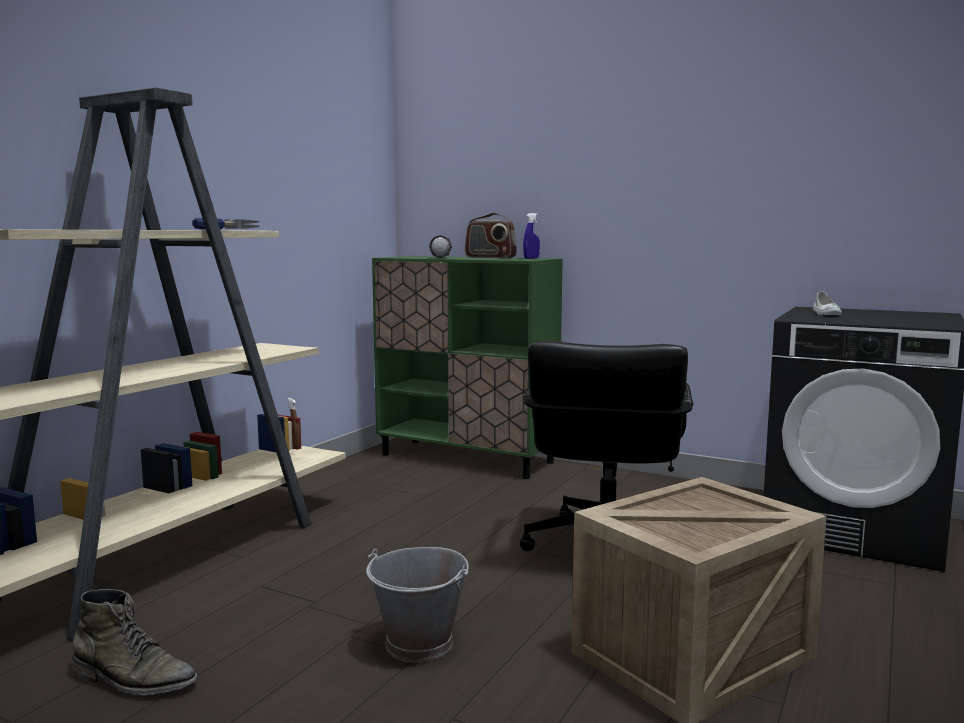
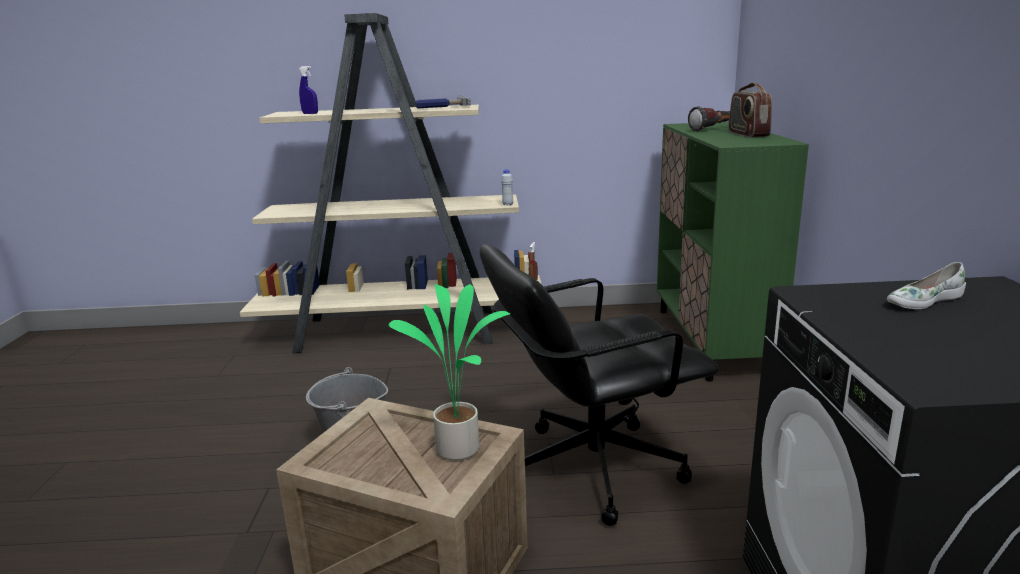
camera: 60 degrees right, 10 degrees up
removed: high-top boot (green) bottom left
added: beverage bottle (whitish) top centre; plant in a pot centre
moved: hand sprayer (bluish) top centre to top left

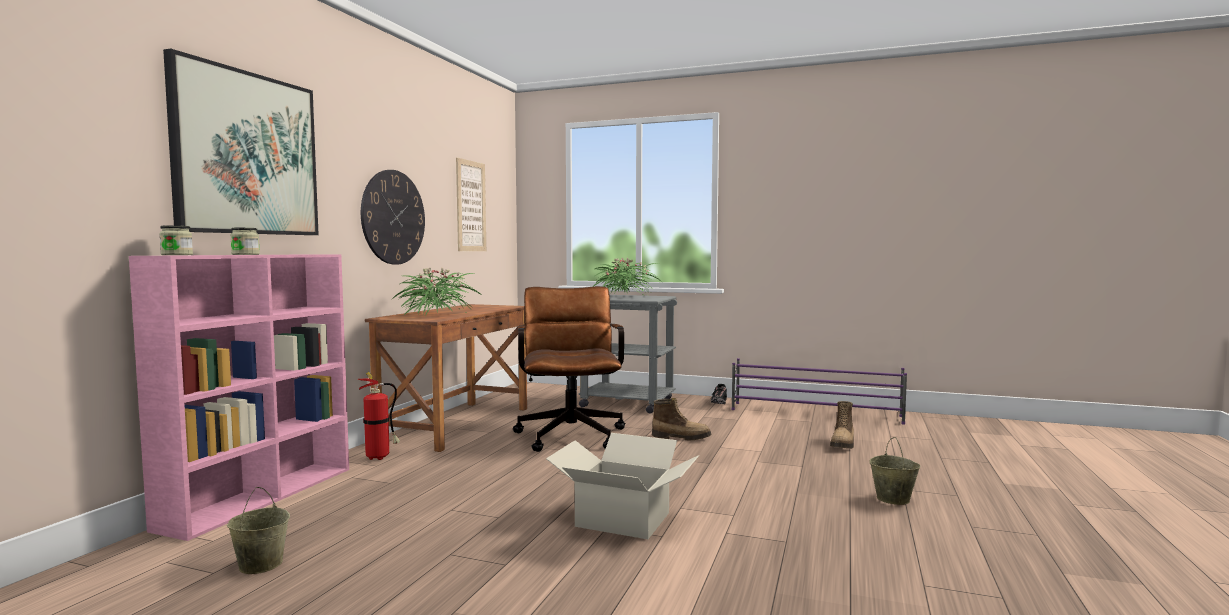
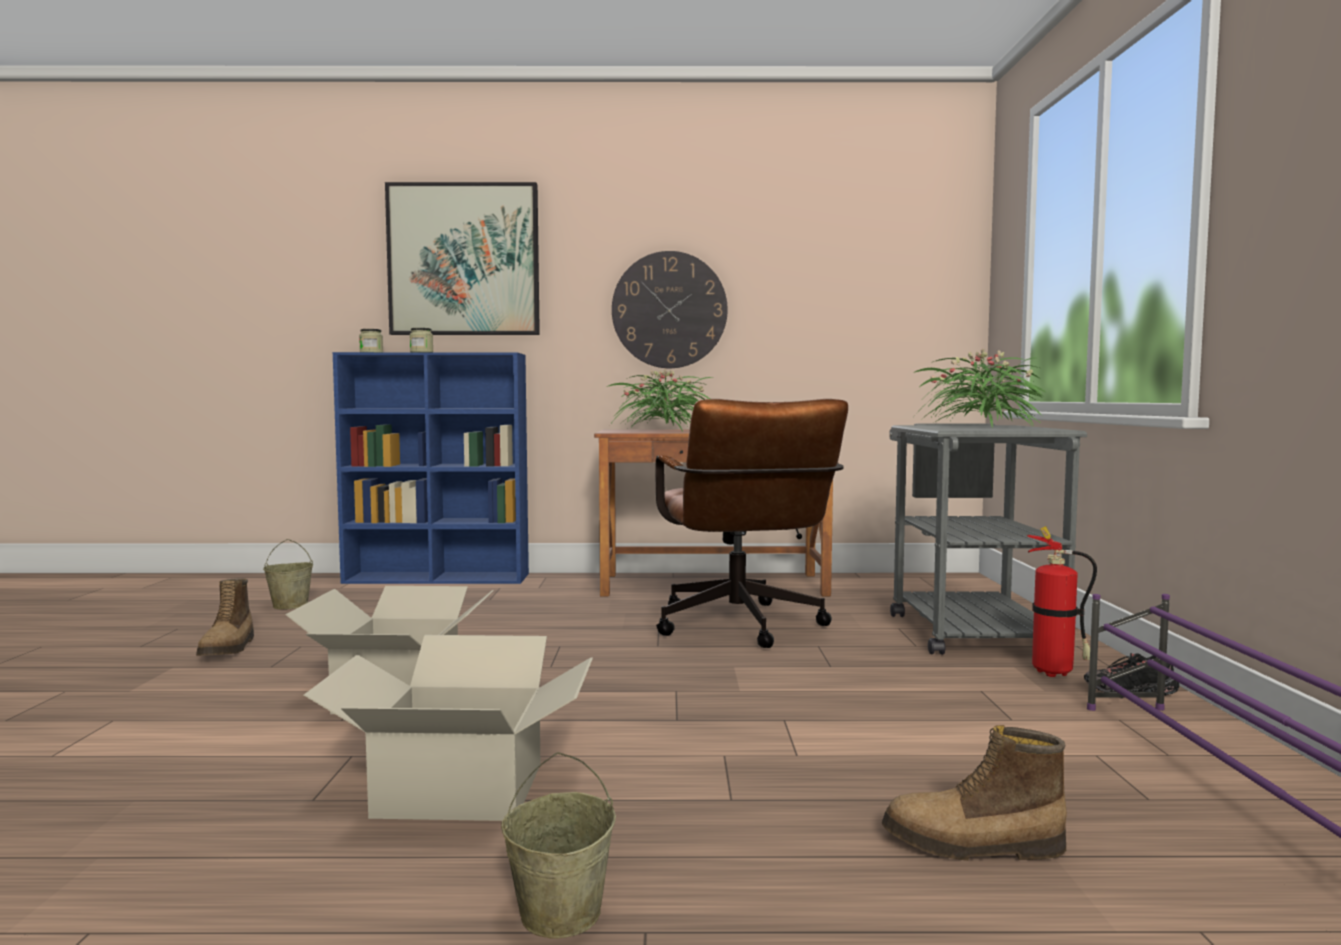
camera: 70 degrees right, 0 degrees up
removed: wall art (2nd from left) top centre
added: cardboard box (2nd from left) bottom centre
moved: extinguisher bottom left to middle right; high-top boot (1st from left) bottom centre to middle left
recoloured: bookshelf (pink-coloured) middle left to bookshelf (bluish) middle left
turned: office chair (brownish) centre = centre 105 degrees clockwise

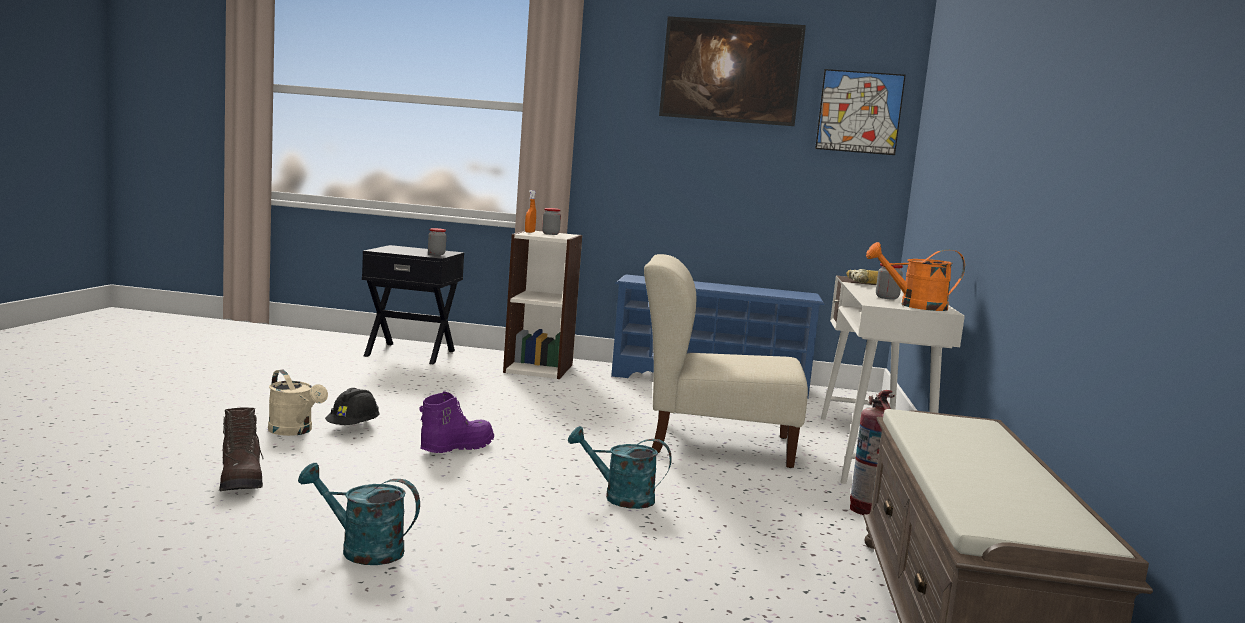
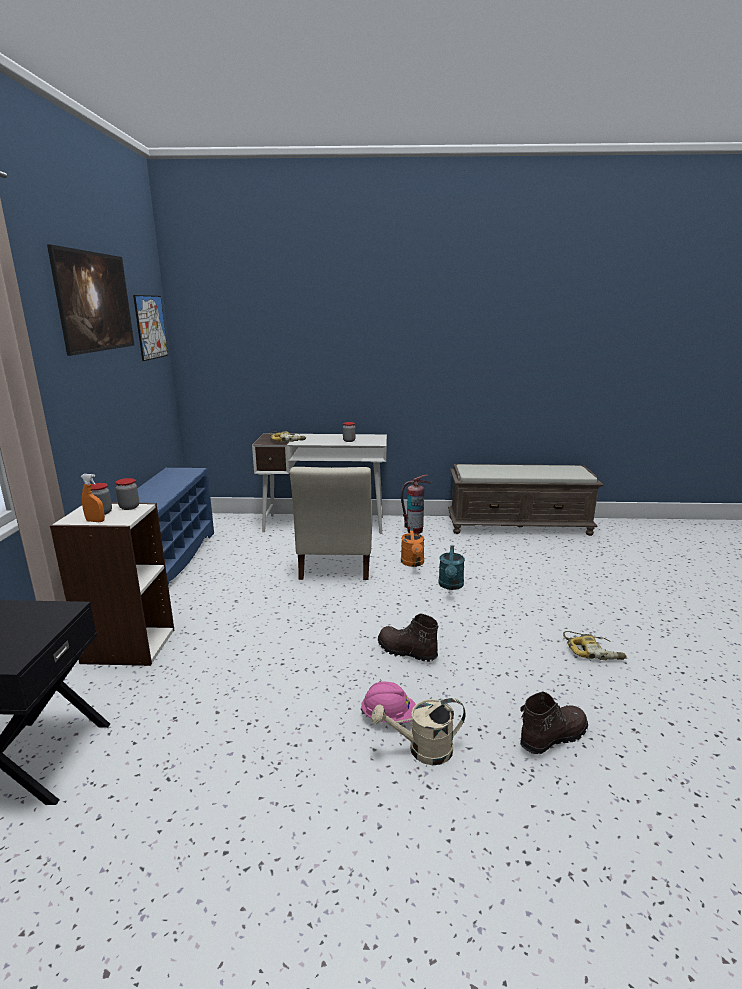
camera: 95 degrees left, 10 degrees up
moved: jar (1st from left in the first image) centre to jar (2nd from left) middle left; watering pot (orangey) middle right to centre
replaced: watering pot (blue-green) (1st from left) bottom left to electric drill (2nd from left) middle right
recoloured: safety helmet (black-coloured) middle left to safety helmet (pink-coloured) bottom centre; high-top boot (purple) bottom centre to high-top boot (brownish) (1st from left) centre
turned: watering pot (beige) middle left = bottom centre 135 degrees counterclockwise

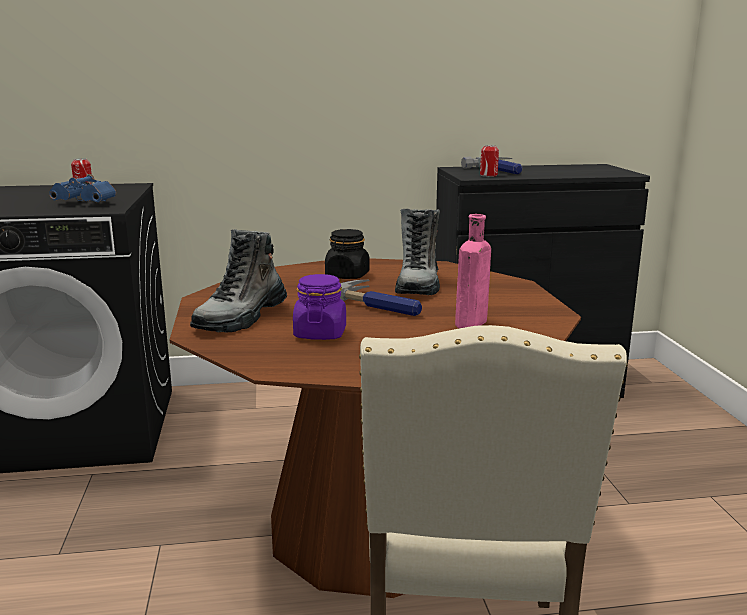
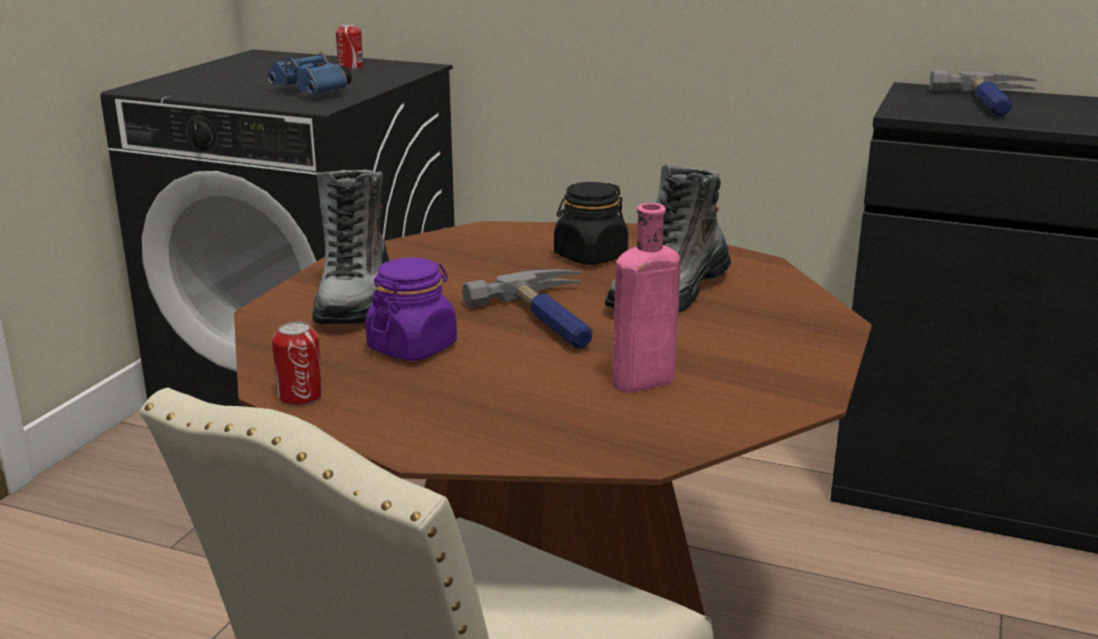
camera: 30 degrees right, 5 degrees up
moved: sealed can (2nd from left in the first image) top centre to sealed can (1st from left) middle left
turned: high-top boot (1st from left) middle left = middle left 60 degrees counterclockwise

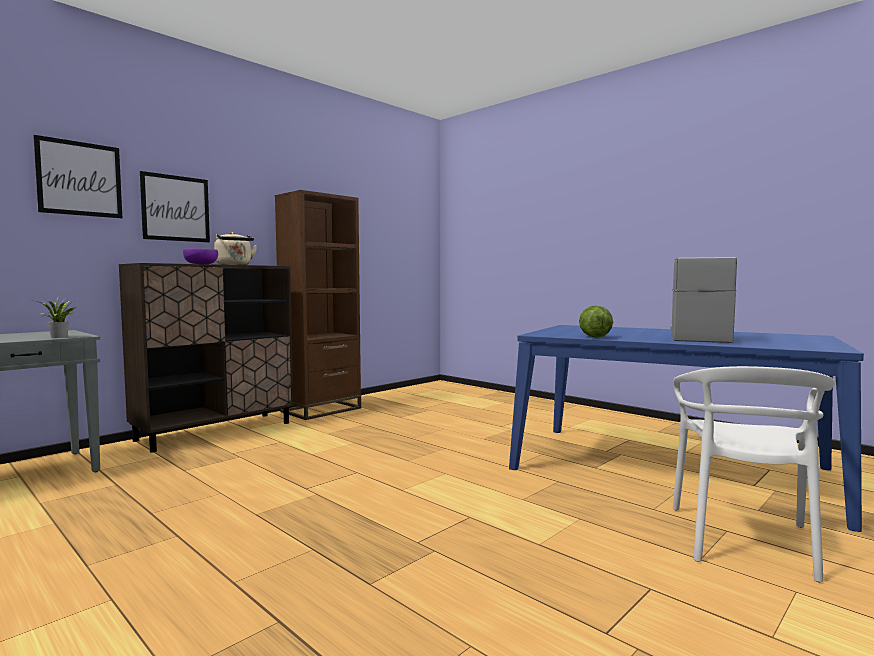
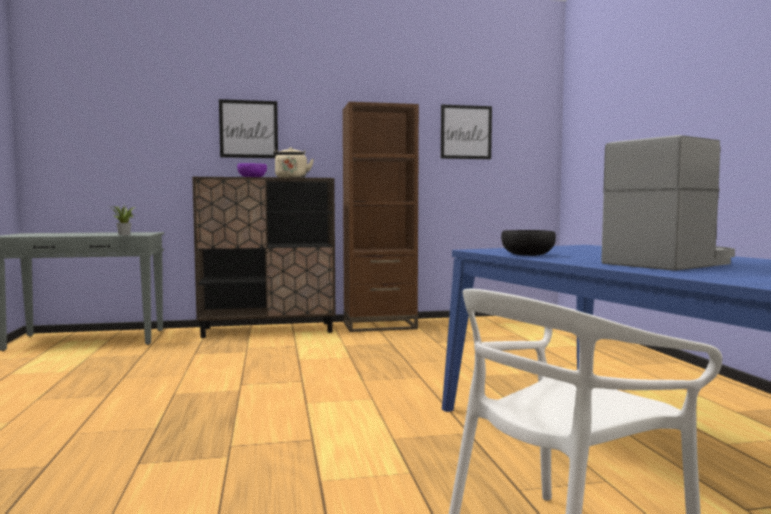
camera: 35 degrees right, 0 degrees up
moved: wall art (1st from left in the first image) top left to wall art (2nd from left) top centre
replaced: lettuce middle right to deep dish (black-coloured) middle right

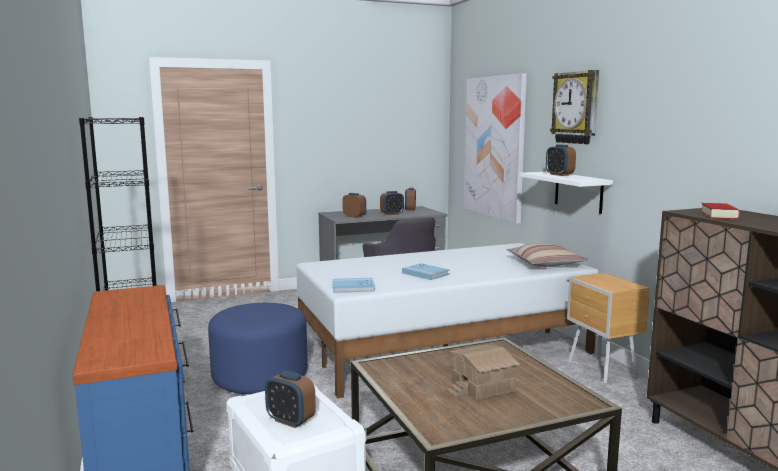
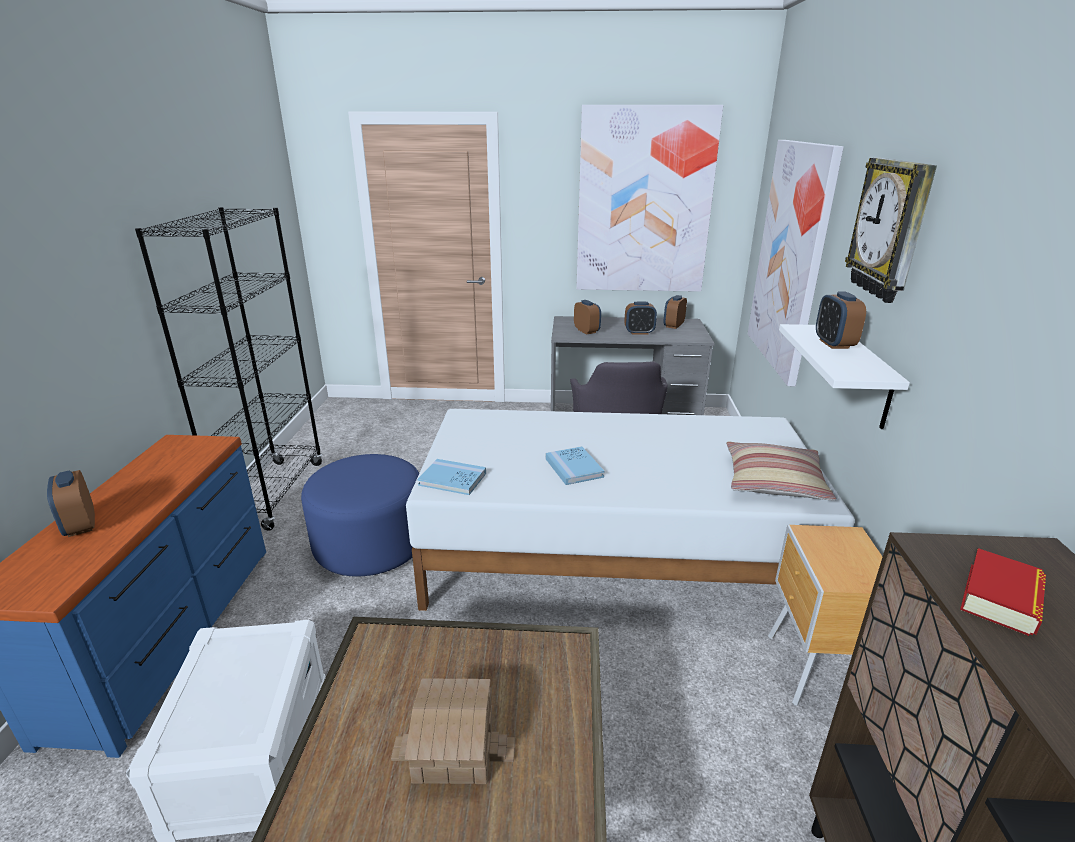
camera: 25 degrees right, 15 degrees up
added: wall art (1st from left) top centre
moved: bedside clock (1st from left) bottom centre to middle left

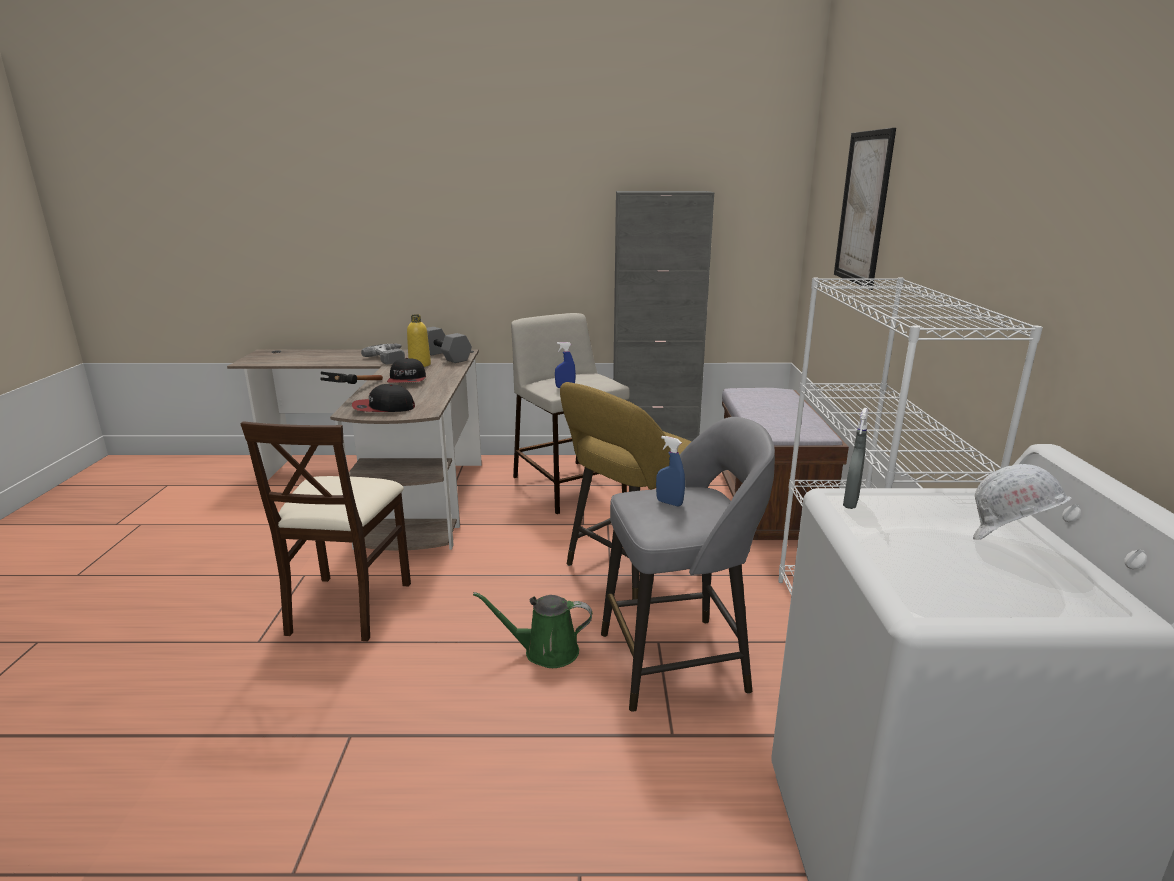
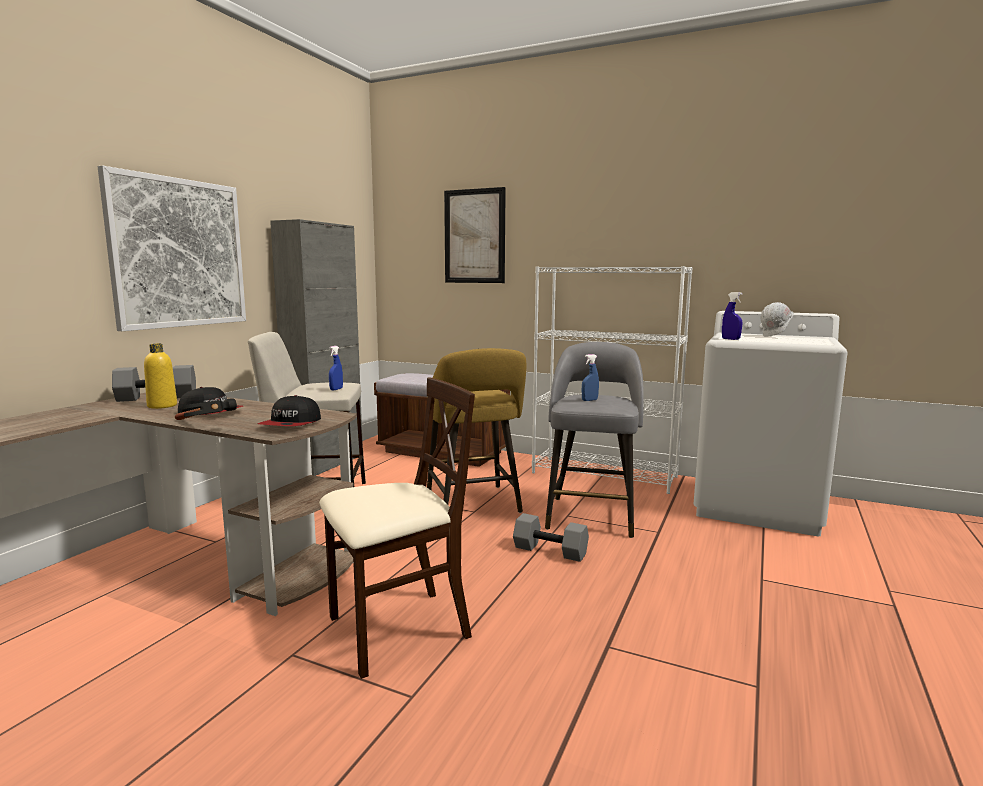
camera: 65 degrees left, 10 degrees down
removed: electric drill middle left
added: wall art (1st from left) top left
replaced: watering pot (green) bottom centre to free weight (gray) (2nd from left) bottom centre
recoloured: hand sprayer (gray) middle right to hand sprayer (bluish) (3rd from left) middle right
turned: plain chair (beige) middle left = bottom centre 60 degrees counterclockwise

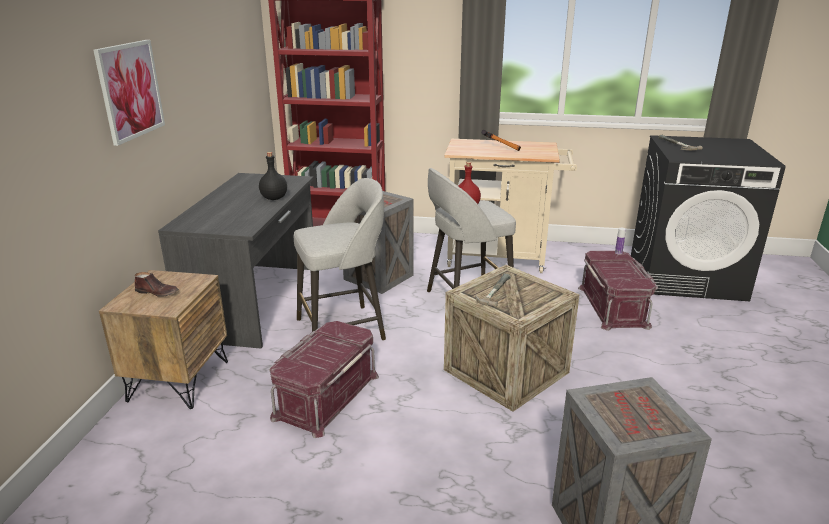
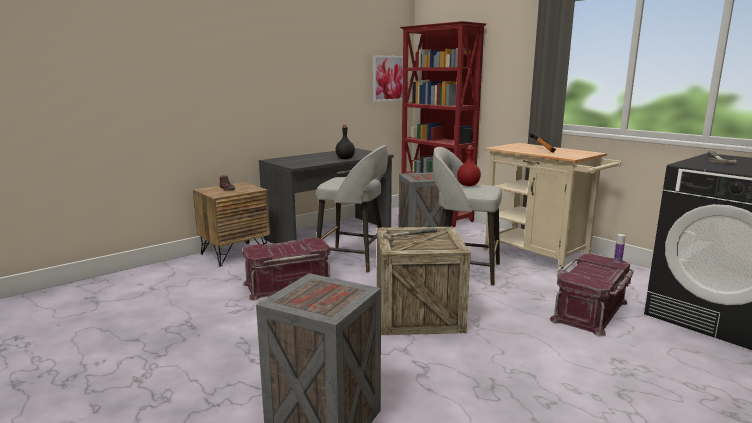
camera: 40 degrees right, 10 degrees down
moved: wall art top left to top centre

